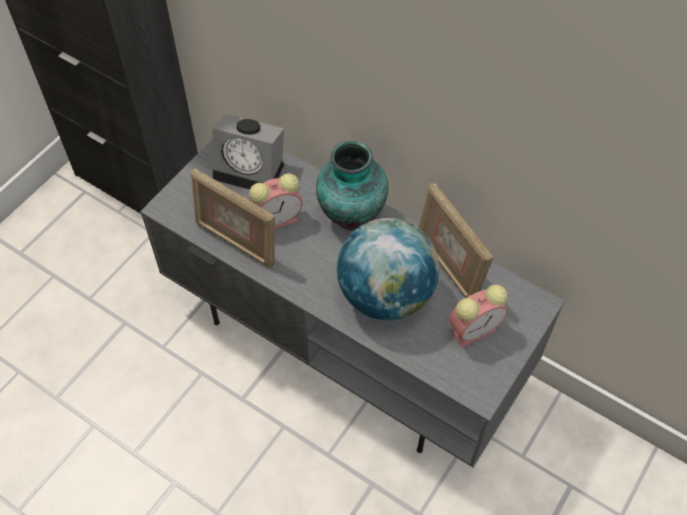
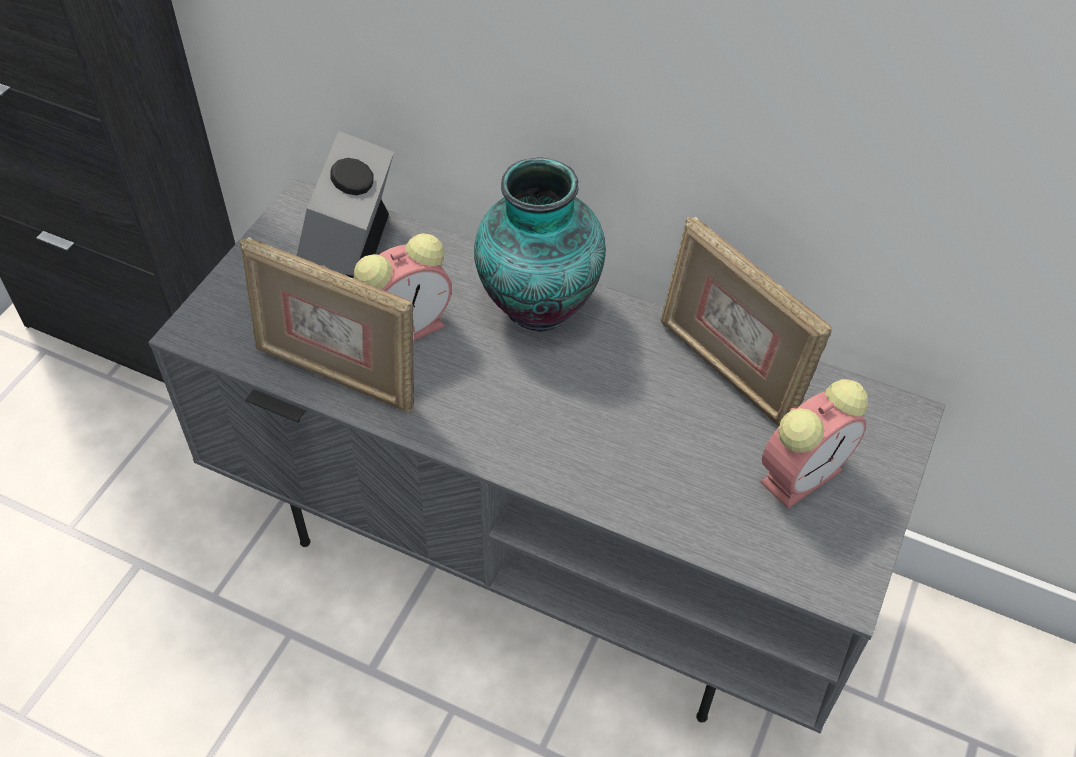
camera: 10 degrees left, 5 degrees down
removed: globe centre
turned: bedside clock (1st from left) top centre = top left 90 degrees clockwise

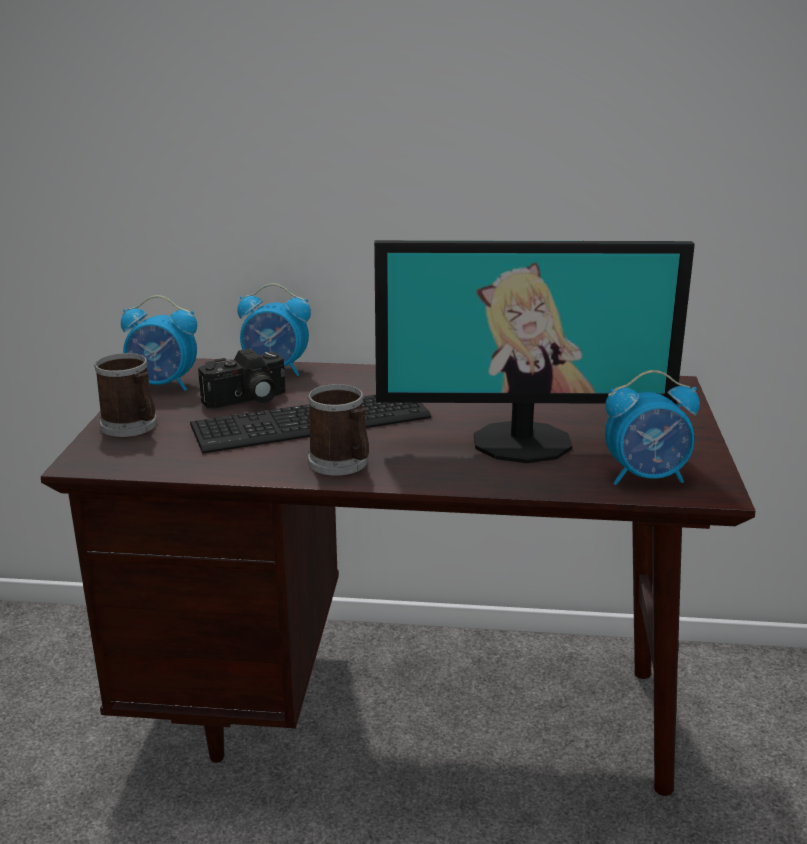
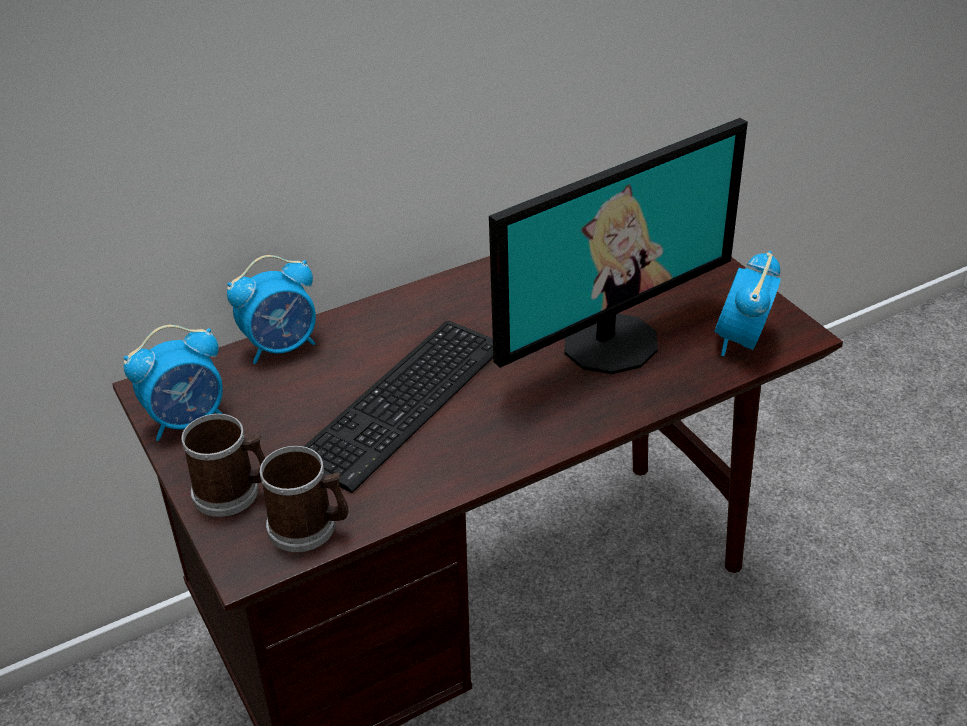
camera: 35 degrees left, 15 degrees up
removed: photo camera middle left
moved: mug (2nd from left) centre to bottom left
turned: bedside clock (3rd from left) middle right = middle right 150 degrees clockwise

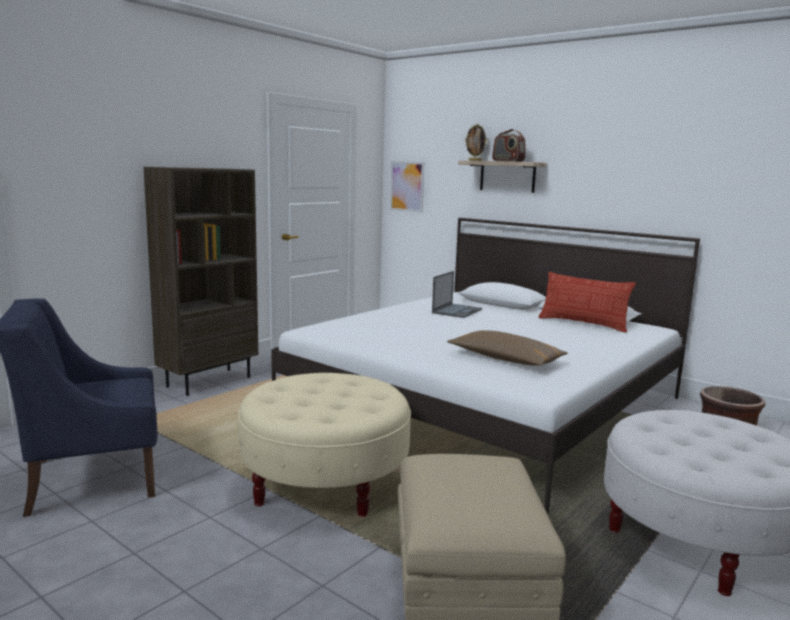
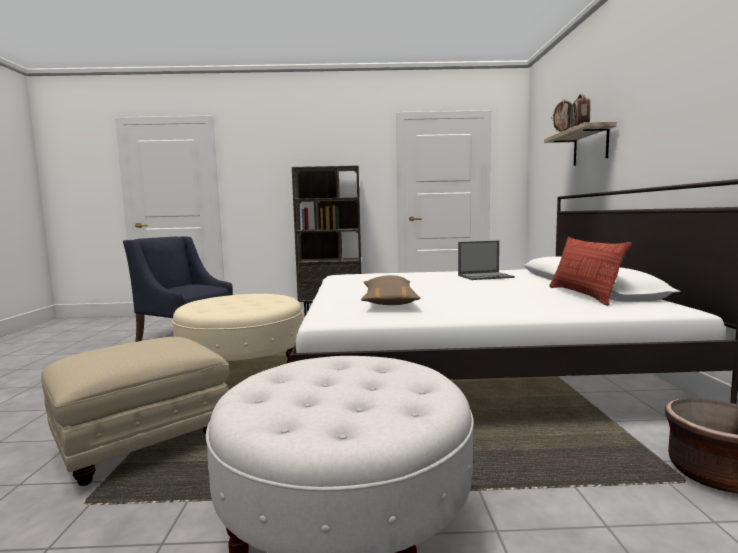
camera: 50 degrees right, 5 degrees down
removed: wall art top centre

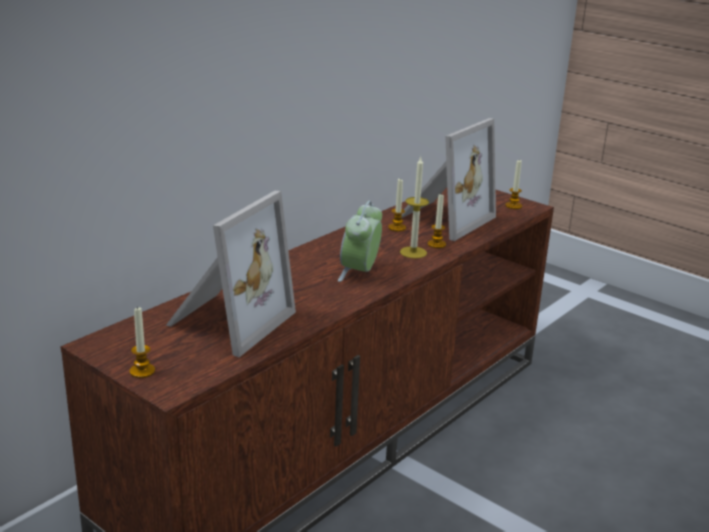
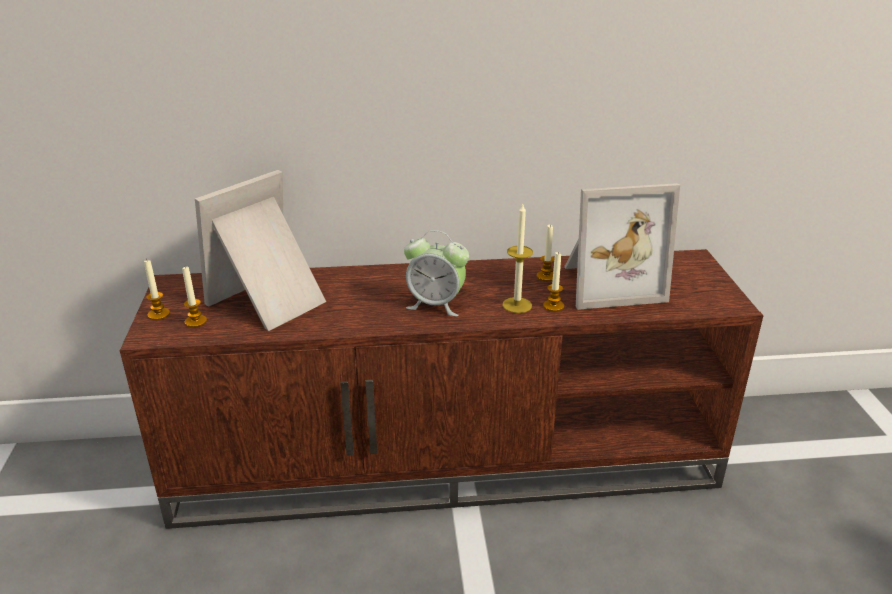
camera: 45 degrees right, 5 degrees up
moved: wax light (5th from left in the first image) middle right to wax light (2nd from left) middle left
turned: standing frame (1st from left) middle left = middle left 150 degrees clockwise; bedside clock centre = centre 135 degrees counterclockwise

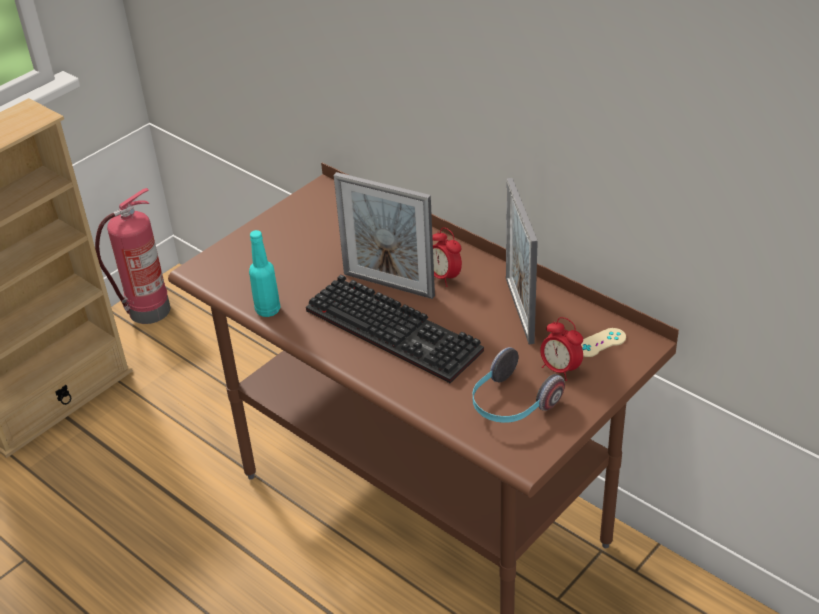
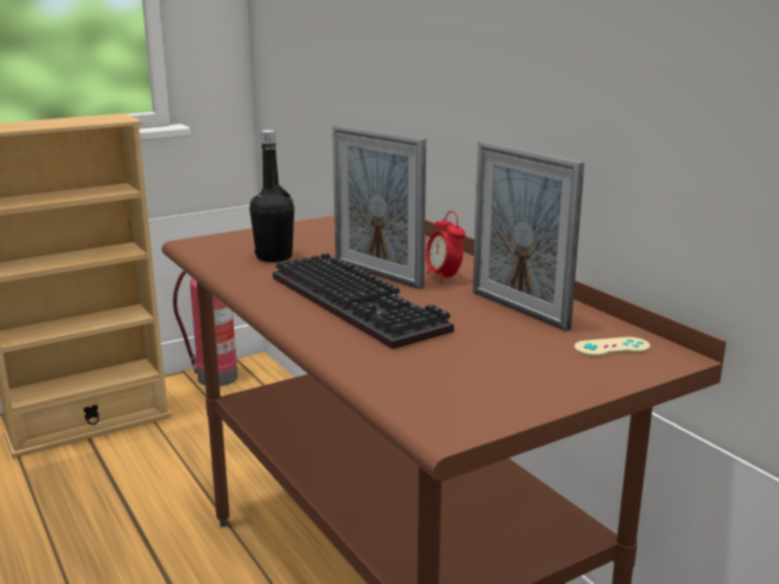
camera: 15 degrees right, 20 degrees down
removed: beverage bottle (blue-green) middle left; bedside clock (2nd from left) middle right; headphones centre
added: beverage bottle (black-coloured) centre
turned: standing frame (2nd from left) centre = middle right 45 degrees counterclockwise

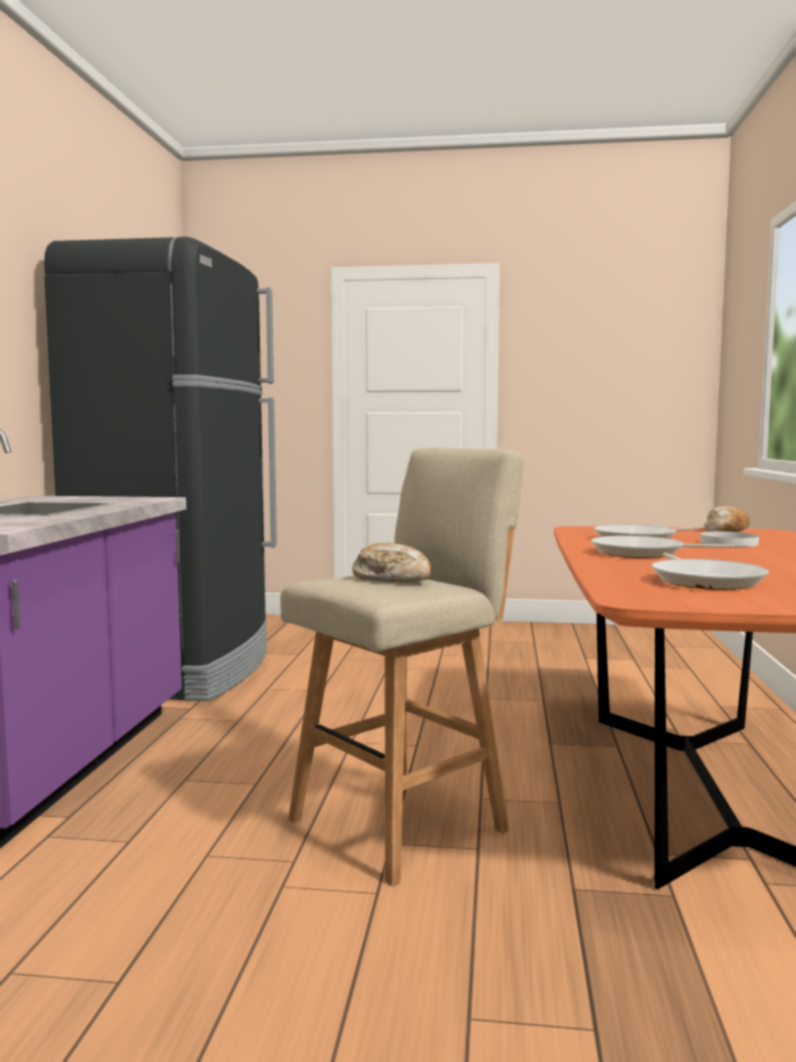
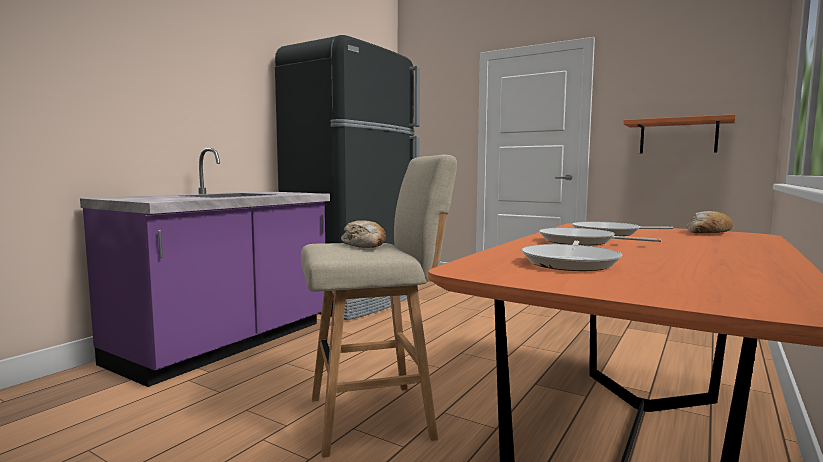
camera: 25 degrees right, 0 degrees up
removed: plate (whitish) middle right
added: bracket shelf (orangey) top right

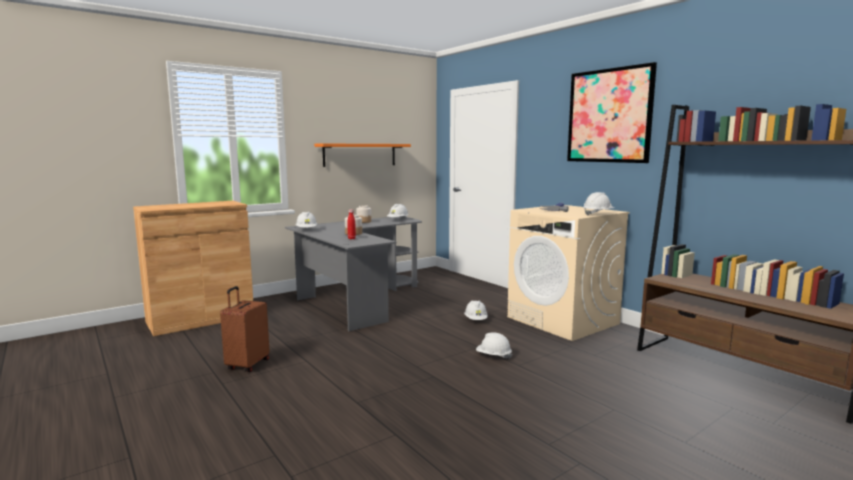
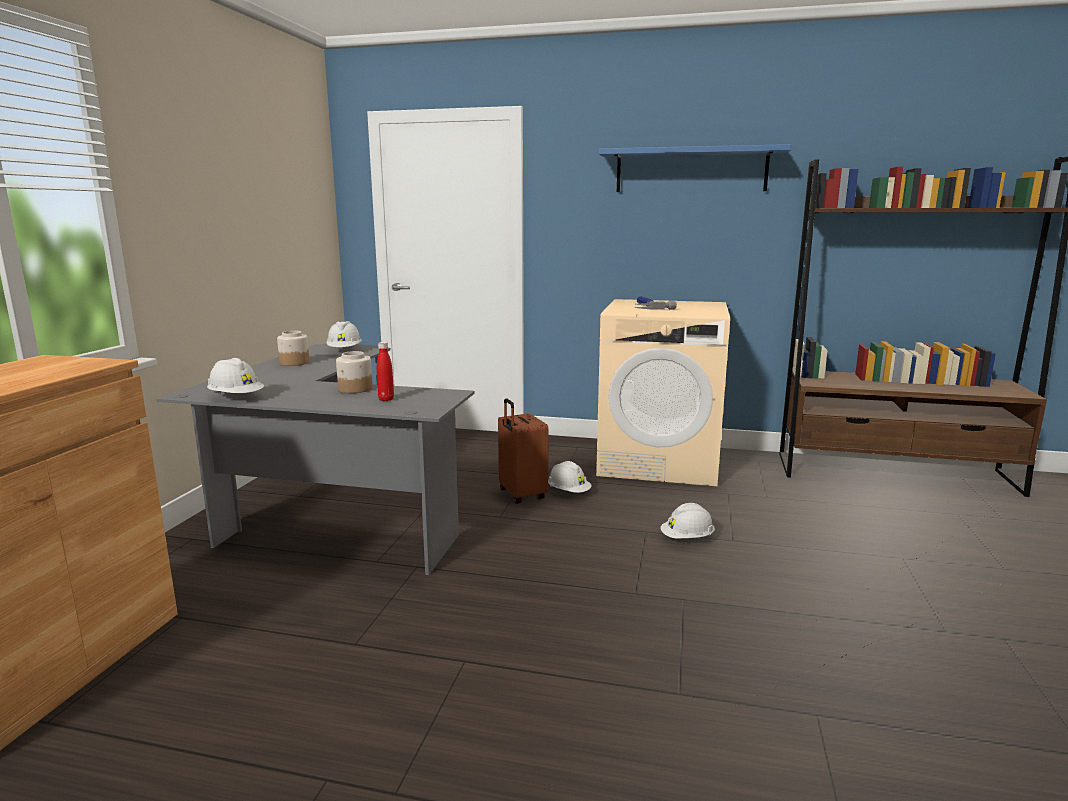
camera: 40 degrees left, 5 degrees up
removed: bracket shelf (orangey) top centre; safety helmet (whitish) (5th from left) middle right
moved: piece of luggage (brownish) bottom left to centre
replaced: wall art top right to bracket shelf (bluish) top centre

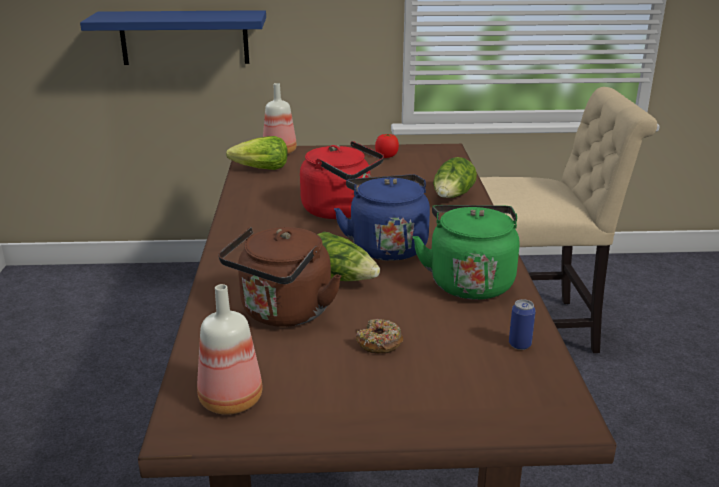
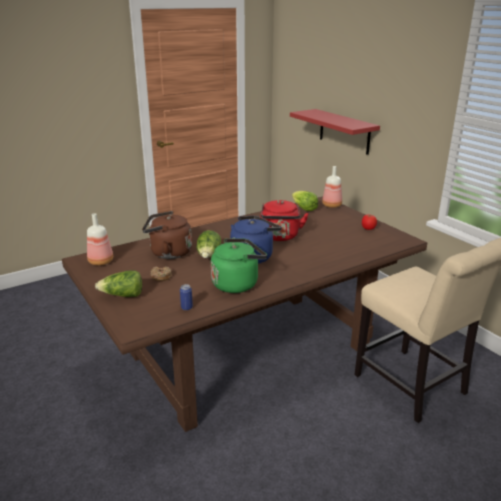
camera: 60 degrees right, 0 degrees up
moved: lettuce (3rd from left in the first image) centre to lettuce (1st from left) middle left
recoloured: bracket shelf (bluish) top left to bracket shelf (reddish) top right

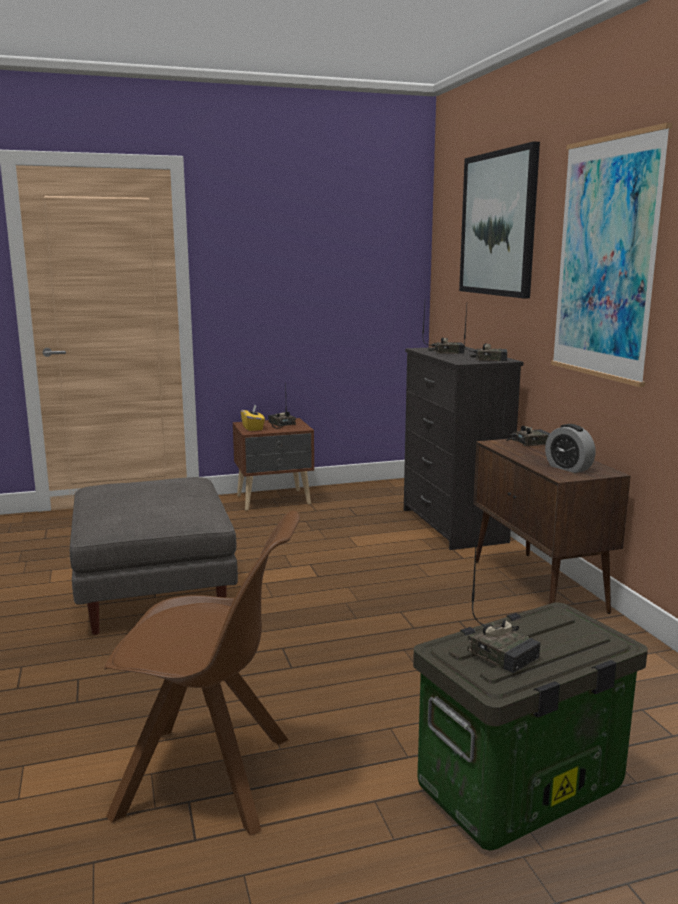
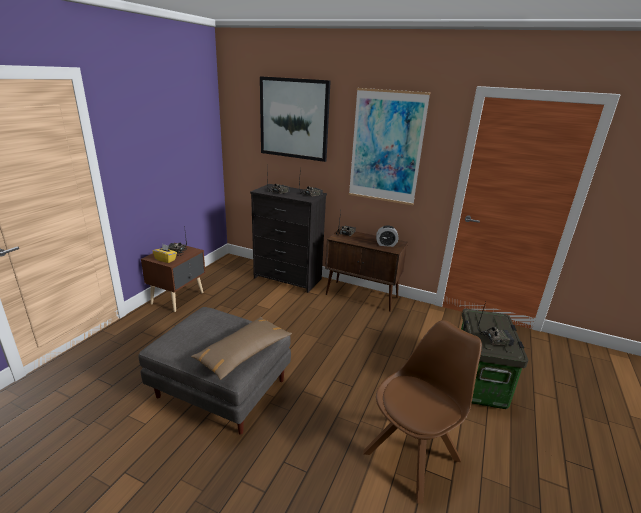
camera: 50 degrees left, 10 degrees up
added: cushion (brownish) bottom centre

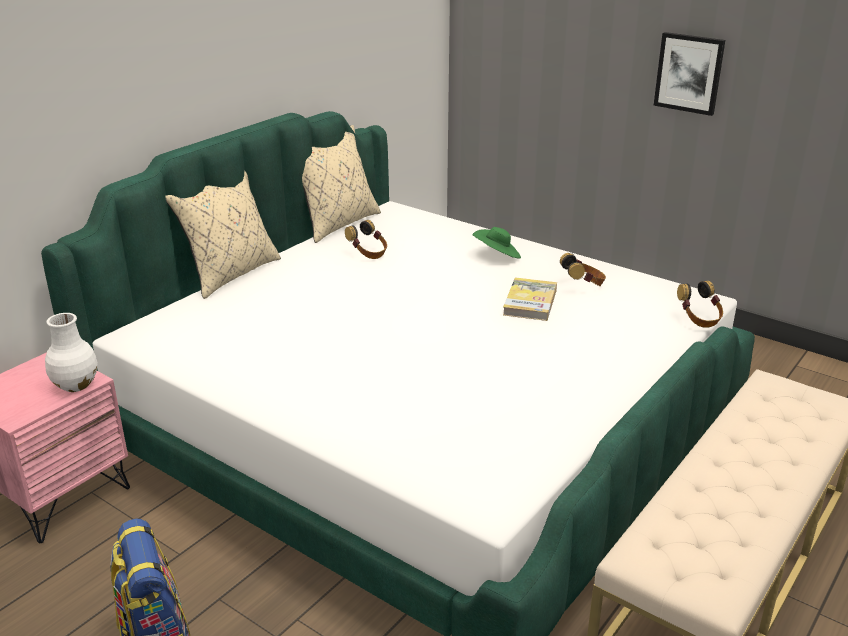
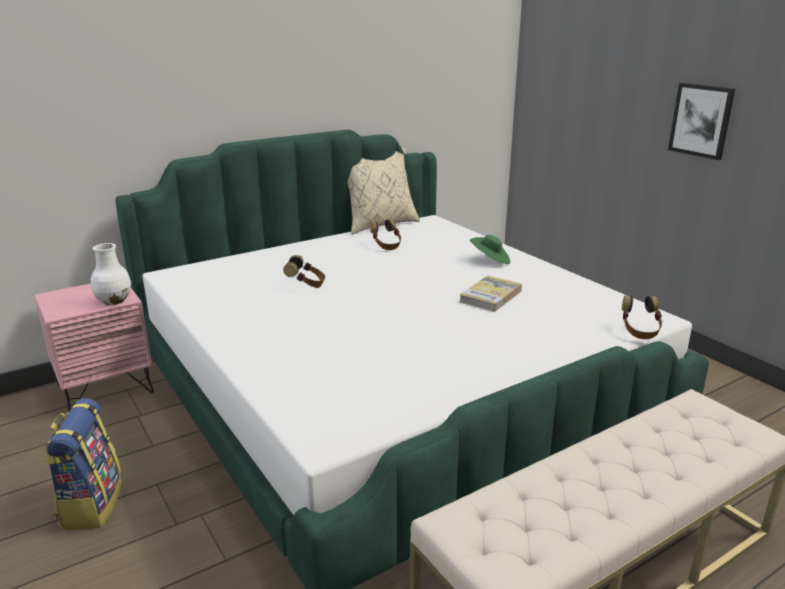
camera: 20 degrees right, 5 degrees down
removed: cushion (beige) (1st from left) middle left
moved: headphones (2nd from left in the first image) middle right to headphones (1st from left) centre

